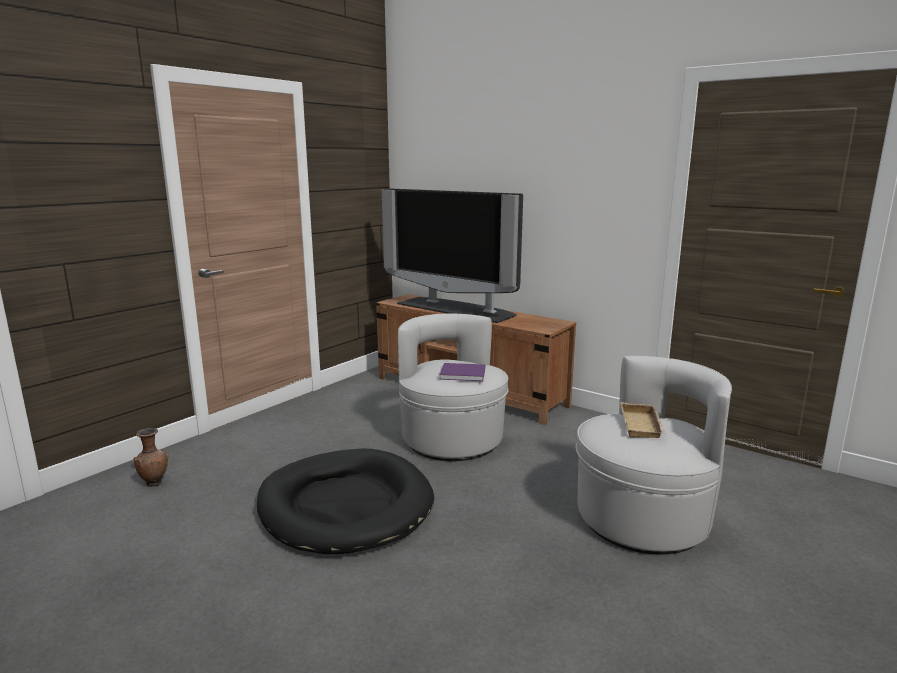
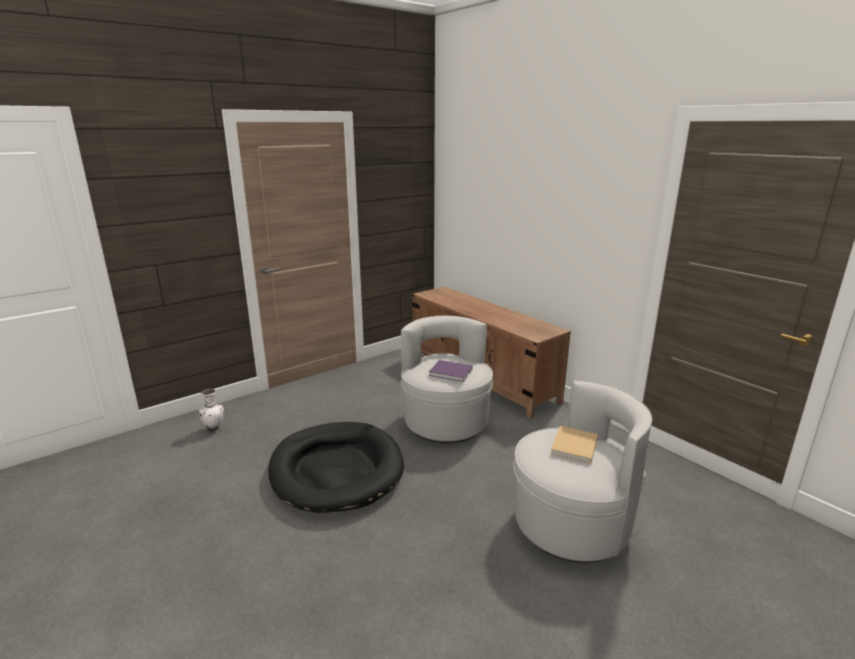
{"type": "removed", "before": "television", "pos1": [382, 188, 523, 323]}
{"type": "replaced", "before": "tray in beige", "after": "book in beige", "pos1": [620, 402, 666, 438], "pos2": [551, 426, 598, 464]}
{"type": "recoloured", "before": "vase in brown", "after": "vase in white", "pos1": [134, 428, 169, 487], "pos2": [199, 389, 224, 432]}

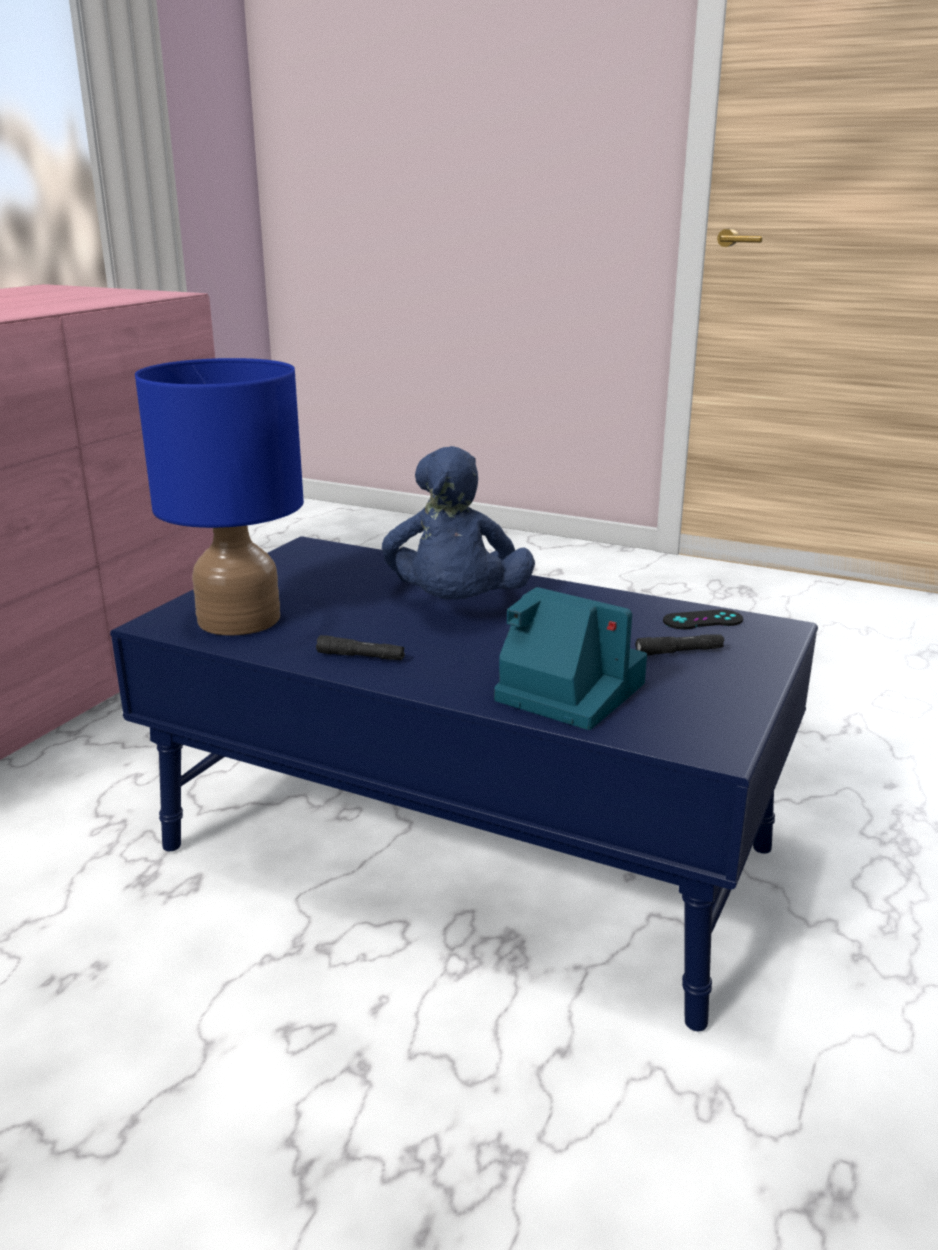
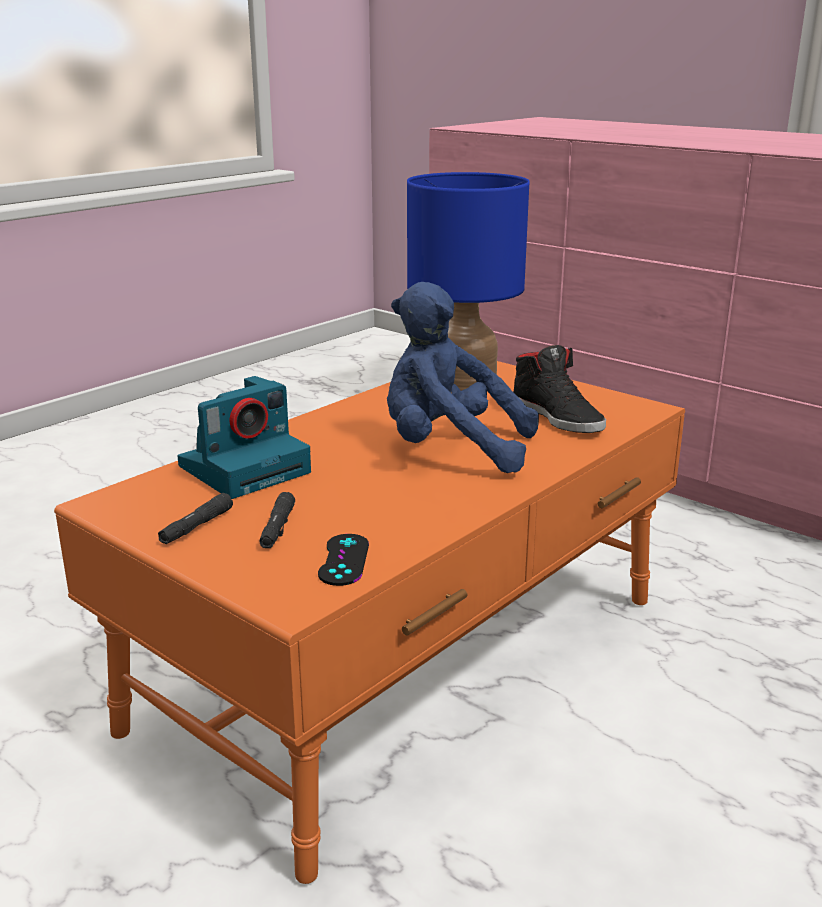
{"type": "recoloured", "before": "coffee table in blue", "after": "coffee table in orange", "pos1": [110, 536, 818, 1031], "pos2": [54, 361, 685, 884]}
{"type": "moved", "before": "flashlight in black", "pos1": [316, 635, 405, 660], "pos2": [158, 493, 233, 544]}
{"type": "added", "after": "shoe in black", "pos2": [513, 345, 606, 433]}

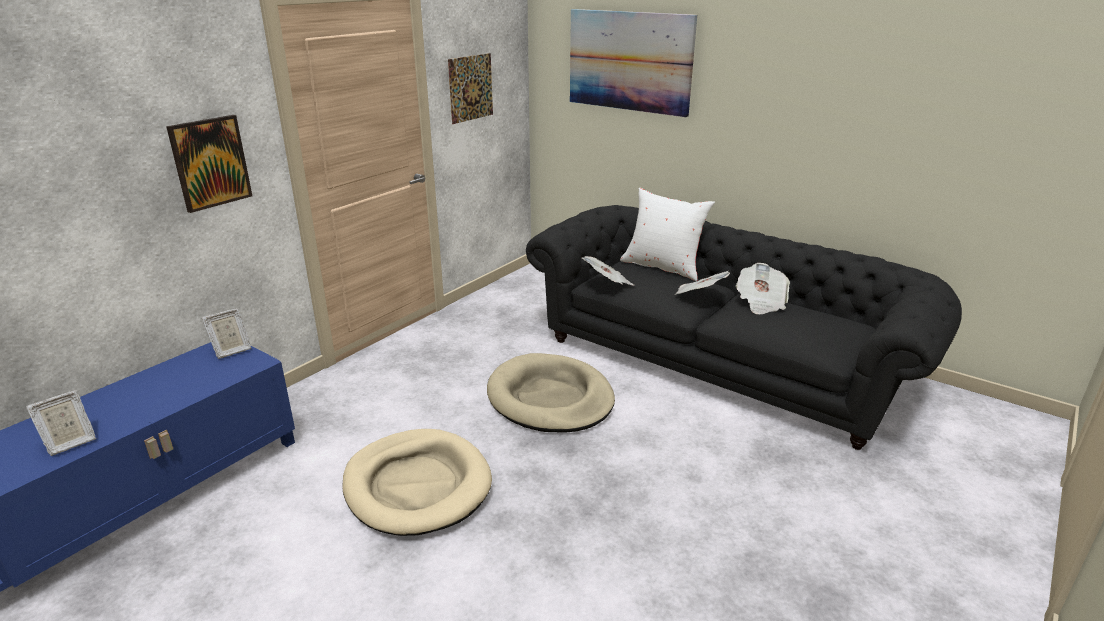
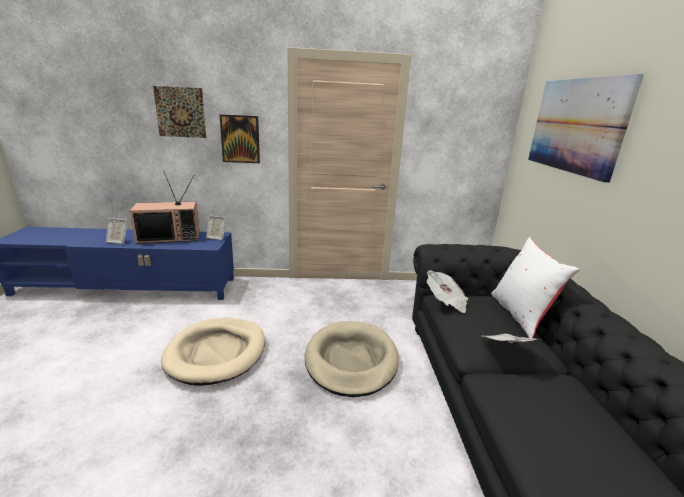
{"type": "moved", "before": "picture", "pos1": [448, 53, 493, 124], "pos2": [153, 86, 206, 138]}
{"type": "removed", "before": "newspaper", "pos1": [736, 263, 790, 314]}
{"type": "added", "after": "television", "pos2": [130, 171, 199, 244]}

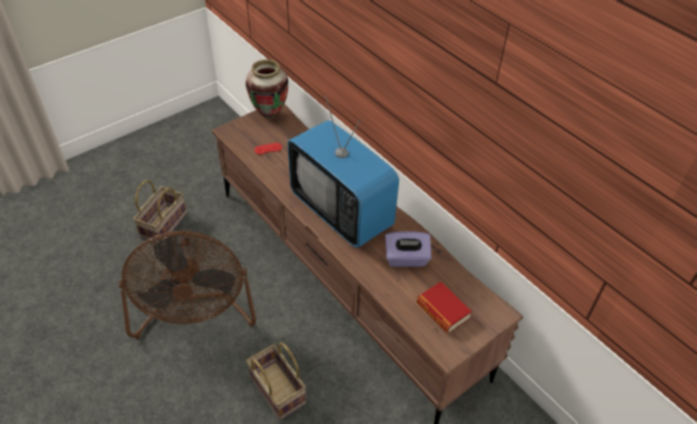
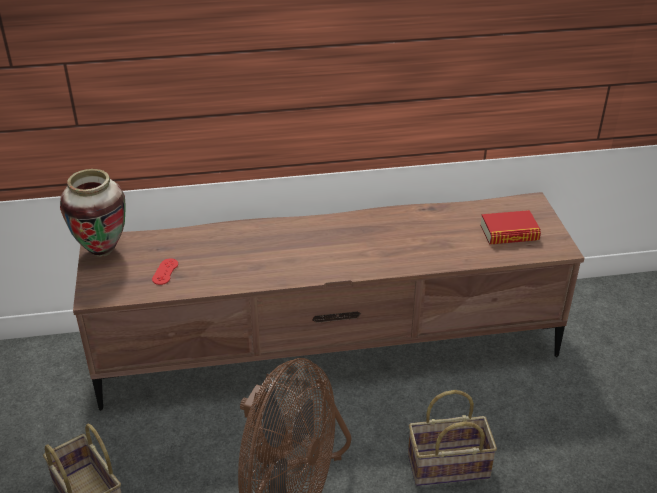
{"type": "removed", "before": "television", "pos1": [288, 96, 399, 248]}
{"type": "removed", "before": "tissue box in purple", "pos1": [385, 231, 432, 267]}

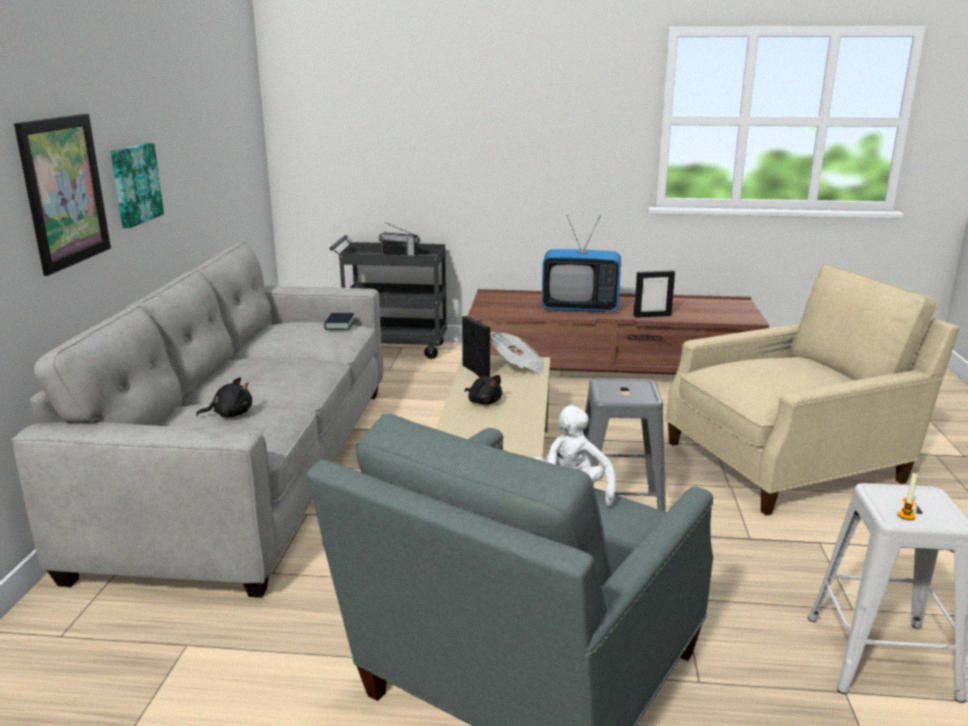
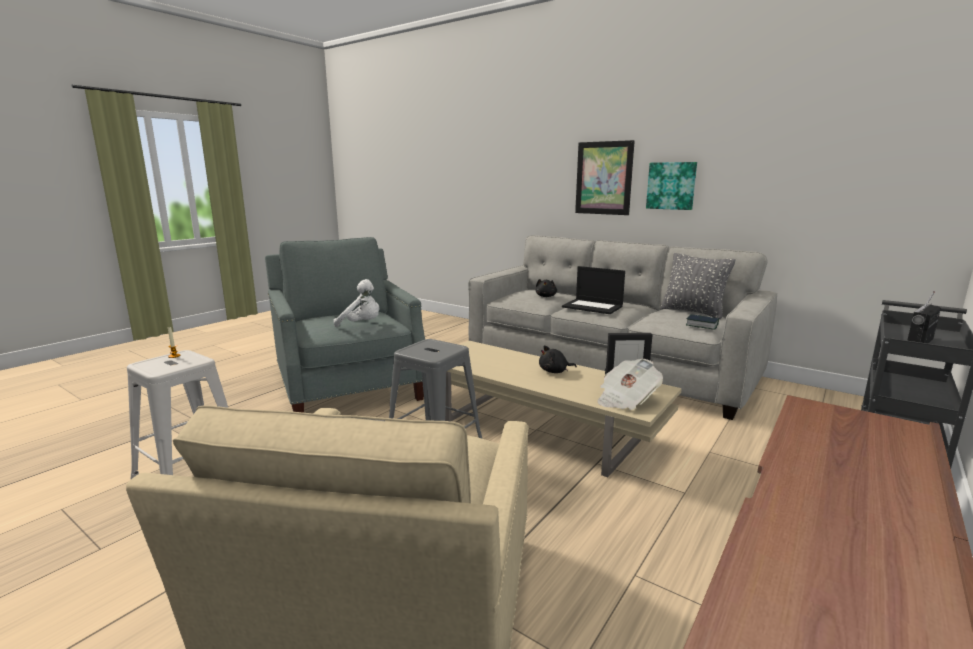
{"type": "removed", "before": "television", "pos1": [542, 215, 621, 313]}
{"type": "removed", "before": "picture frame", "pos1": [633, 270, 675, 318]}
{"type": "added", "after": "pillow in grey", "pos2": [661, 253, 736, 319]}
{"type": "added", "after": "laptop", "pos2": [562, 266, 625, 314]}

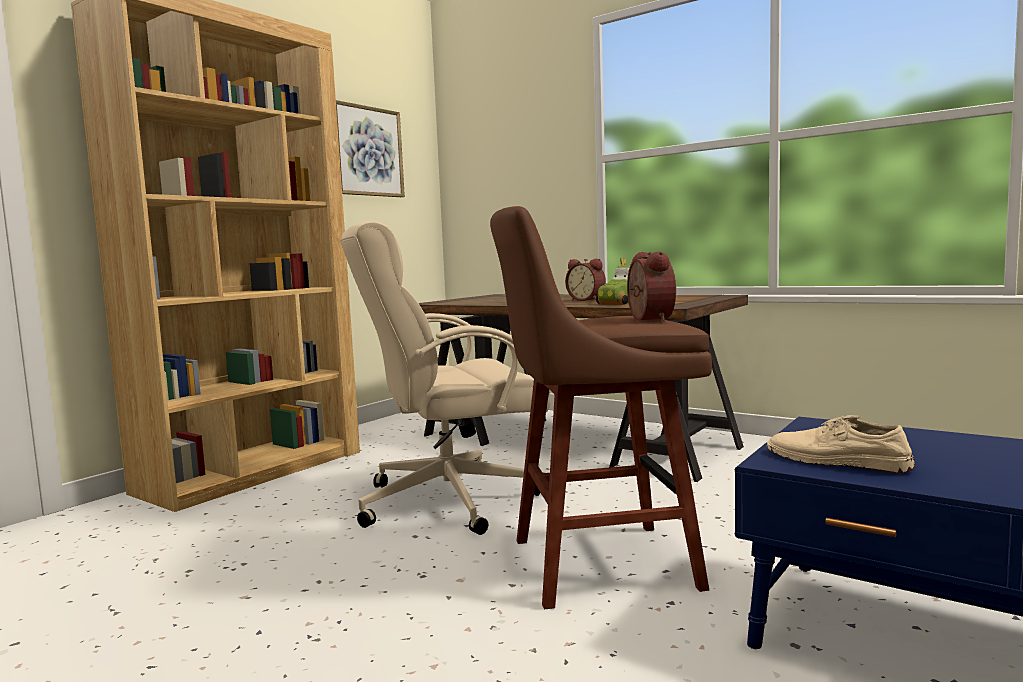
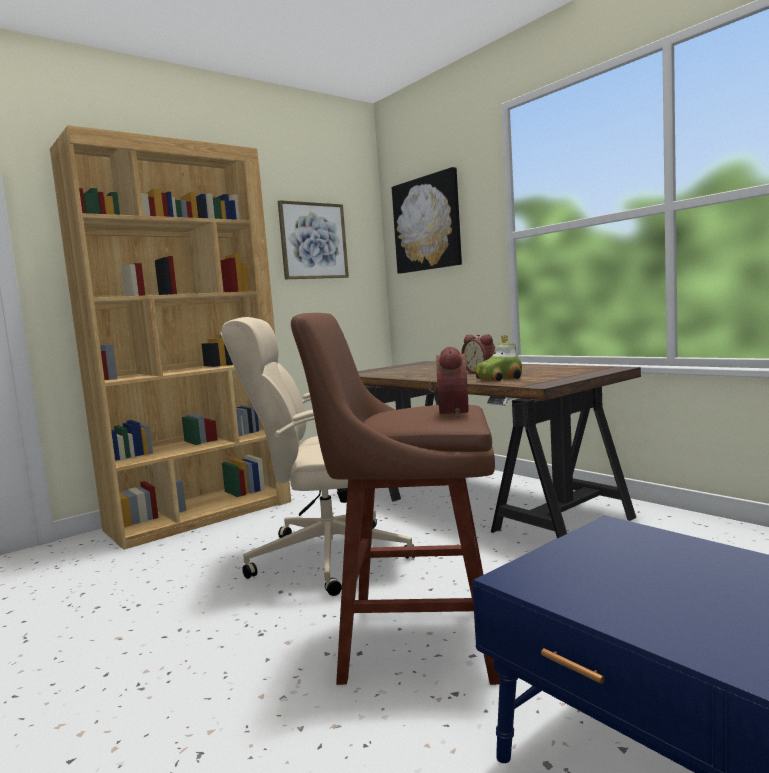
{"type": "removed", "before": "shoe in beige", "pos1": [767, 415, 915, 473]}
{"type": "added", "after": "picture", "pos2": [392, 167, 462, 274]}

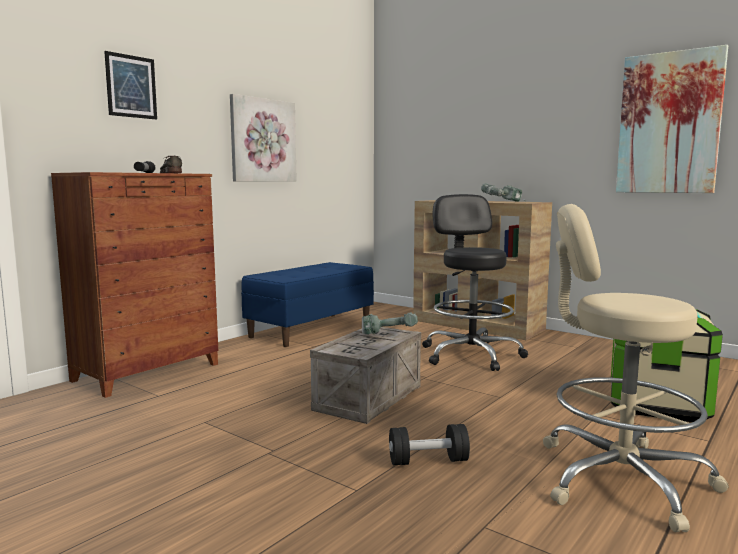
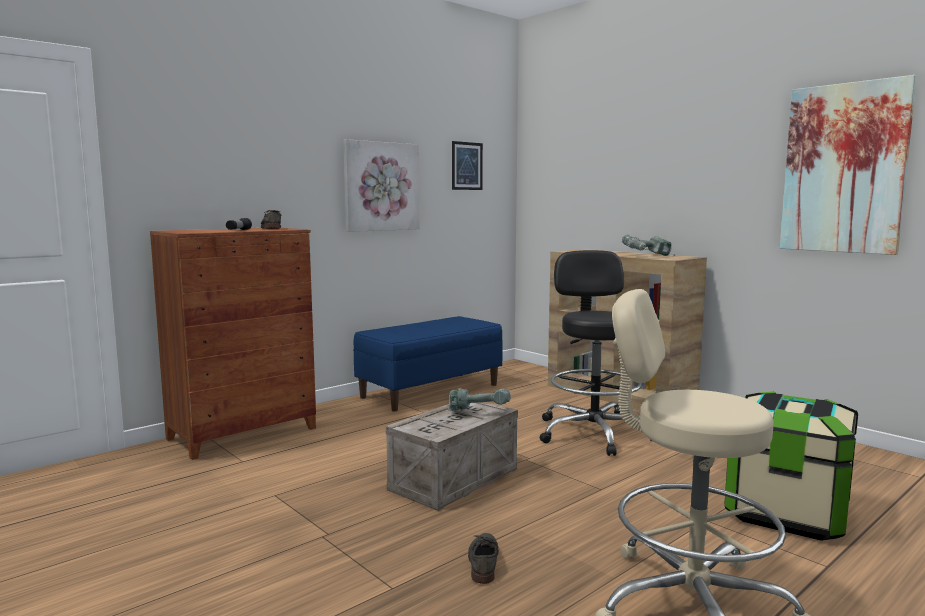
{"type": "moved", "before": "picture", "pos1": [104, 51, 157, 120], "pos2": [452, 141, 483, 190]}
{"type": "replaced", "before": "dumbbell in black", "after": "shoe in grey", "pos1": [389, 424, 470, 465], "pos2": [468, 533, 499, 584]}

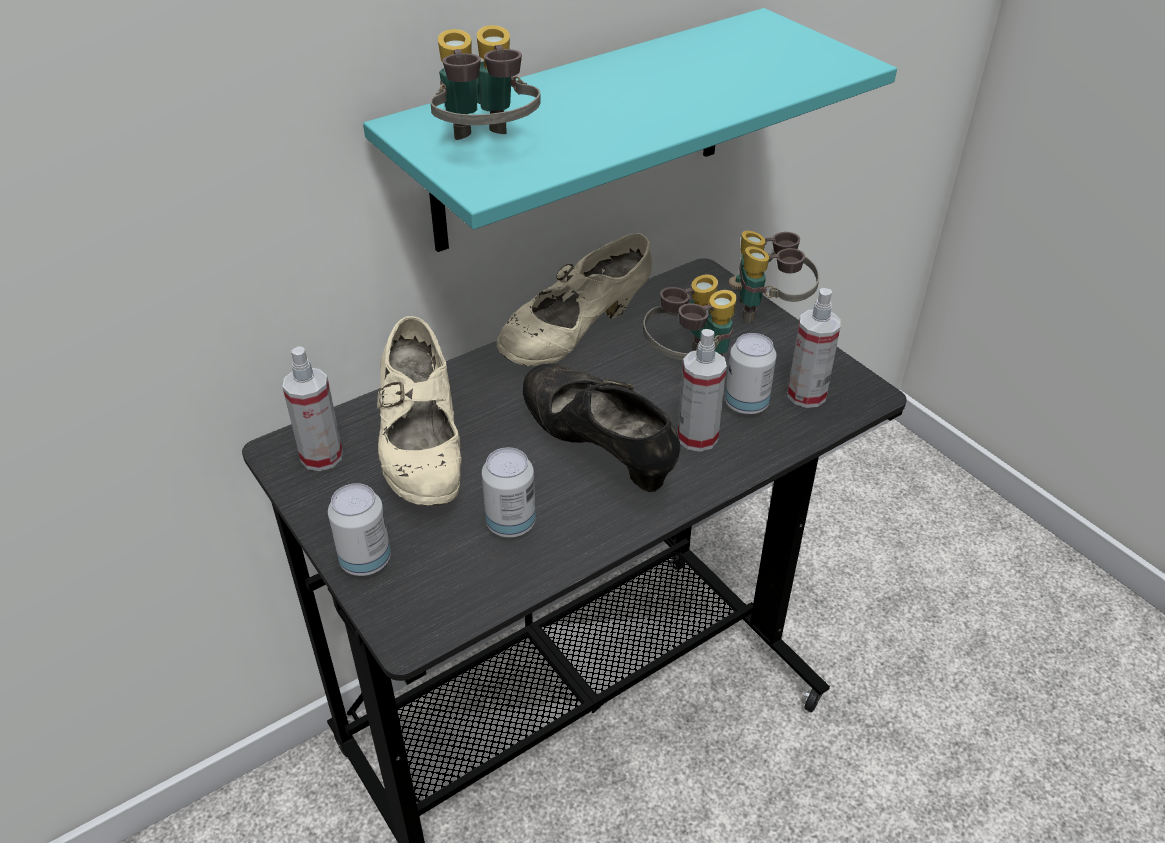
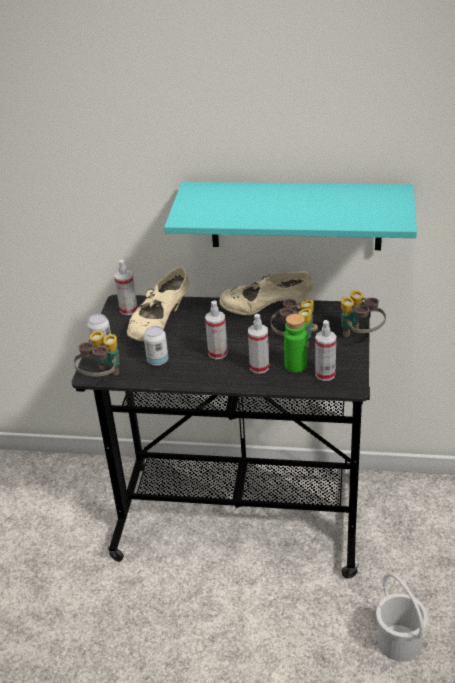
{"type": "moved", "before": "binoculars", "pos1": [430, 25, 541, 140], "pos2": [74, 330, 120, 377]}
{"type": "replaced", "before": "can", "after": "bottle in green", "pos1": [725, 333, 777, 415], "pos2": [284, 314, 307, 373]}
{"type": "replaced", "before": "shoe in black", "after": "spray bottle", "pos1": [523, 363, 680, 492], "pos2": [205, 300, 228, 359]}
{"type": "added", "after": "bucket in white", "pos2": [376, 573, 428, 662]}

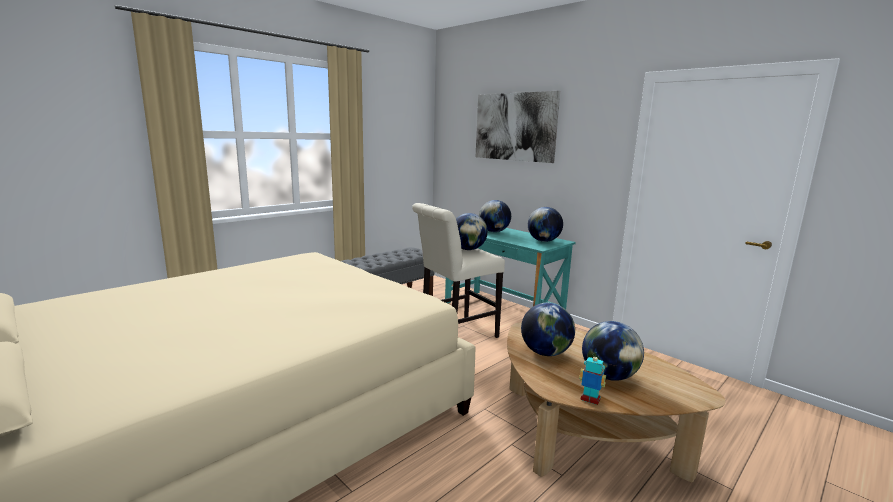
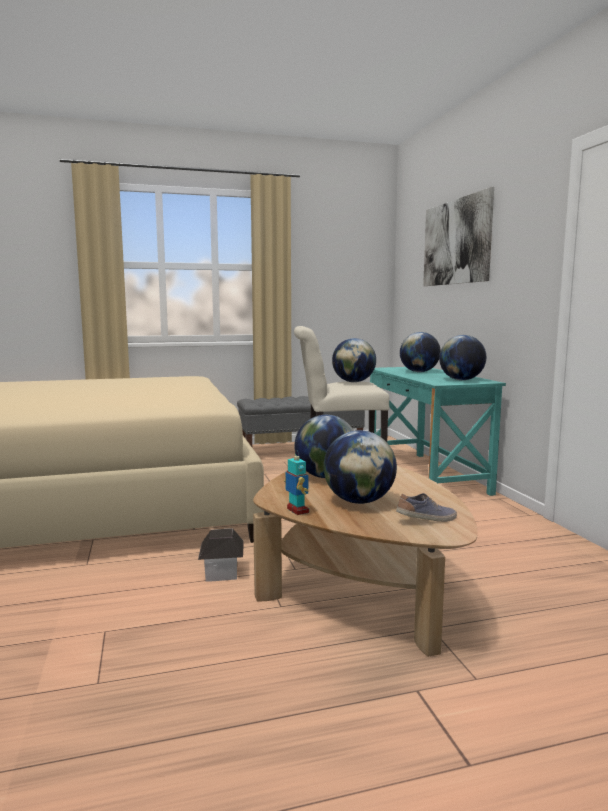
{"type": "added", "after": "shoe", "pos2": [396, 493, 457, 522]}
{"type": "added", "after": "toy house", "pos2": [198, 528, 244, 581]}

